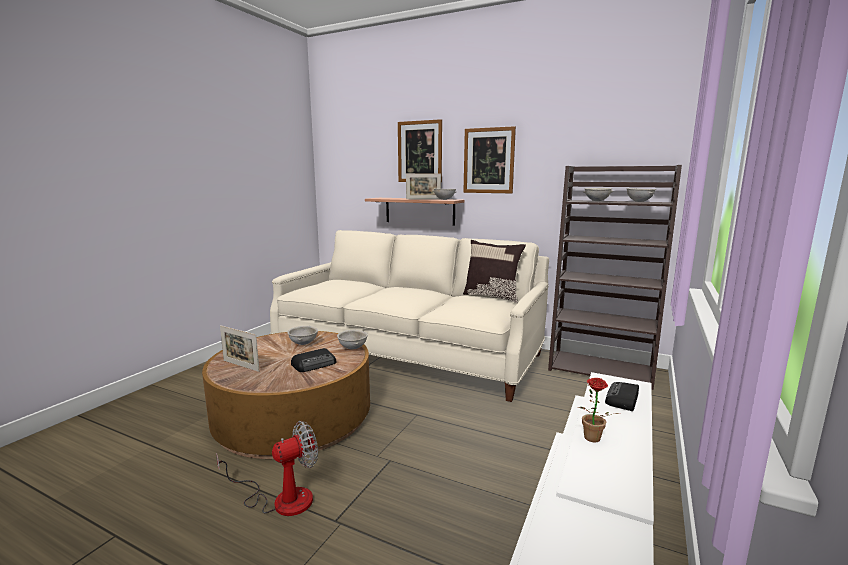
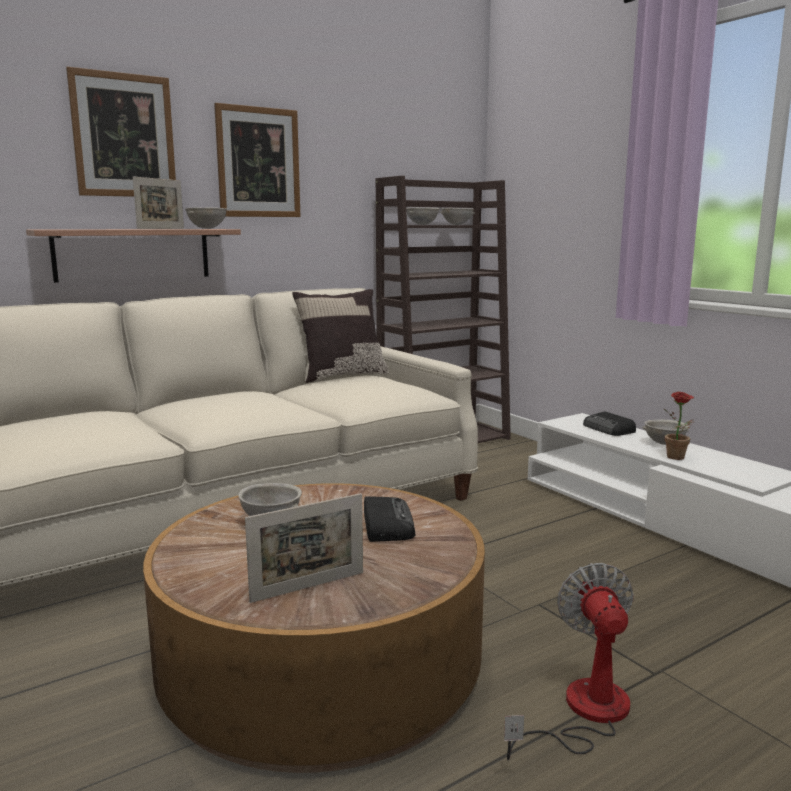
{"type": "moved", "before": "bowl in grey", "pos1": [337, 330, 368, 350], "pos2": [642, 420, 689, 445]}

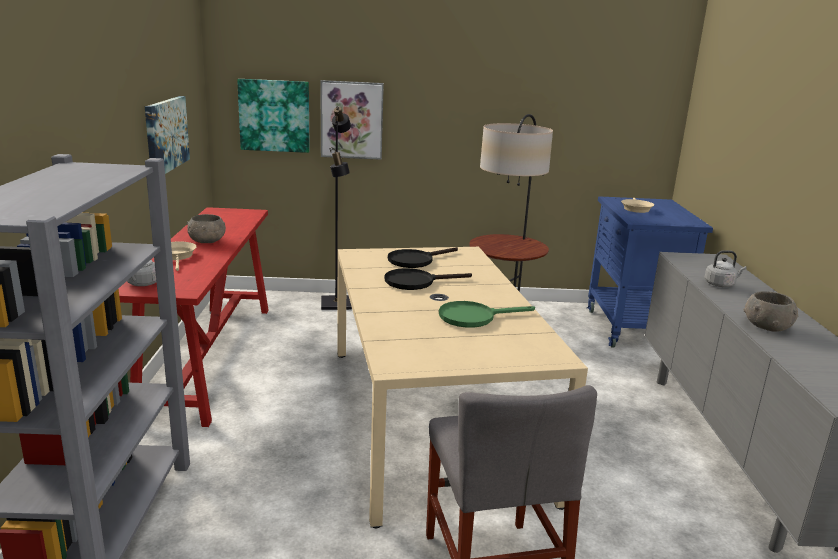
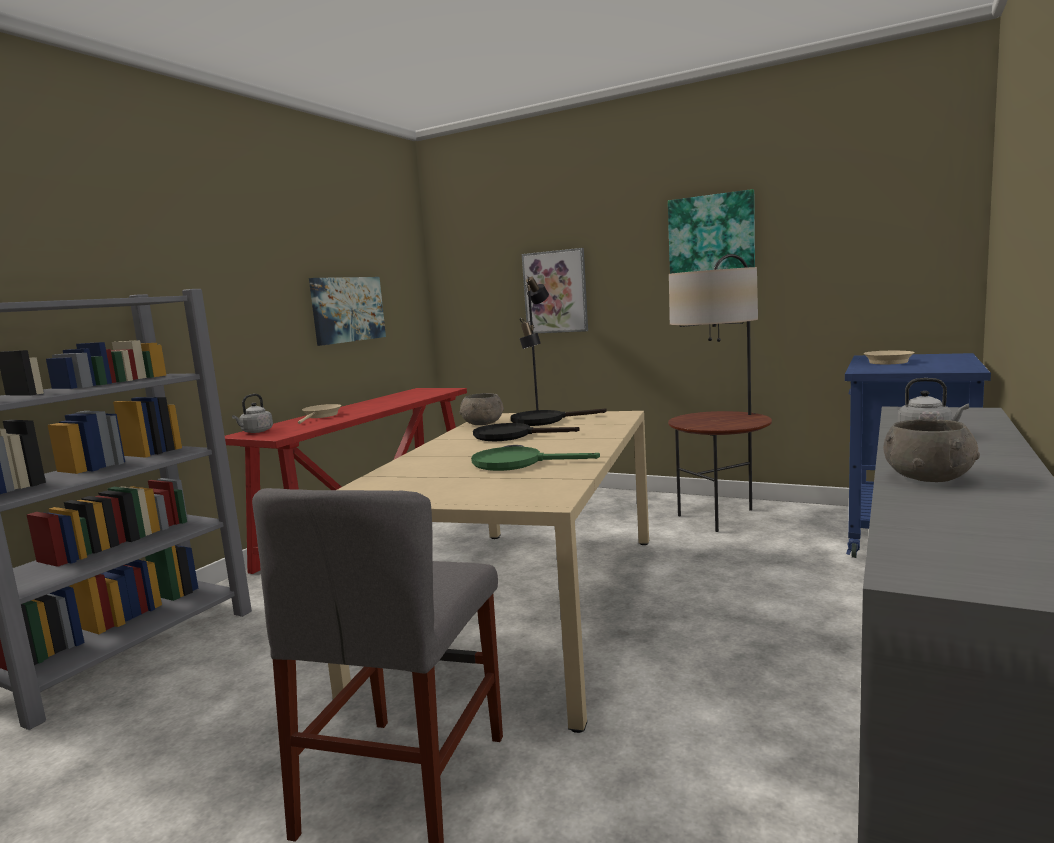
{"type": "moved", "before": "picture", "pos1": [237, 79, 310, 153], "pos2": [668, 189, 755, 274]}
{"type": "moved", "before": "bowl in grey", "pos1": [187, 214, 226, 243], "pos2": [460, 393, 504, 425]}

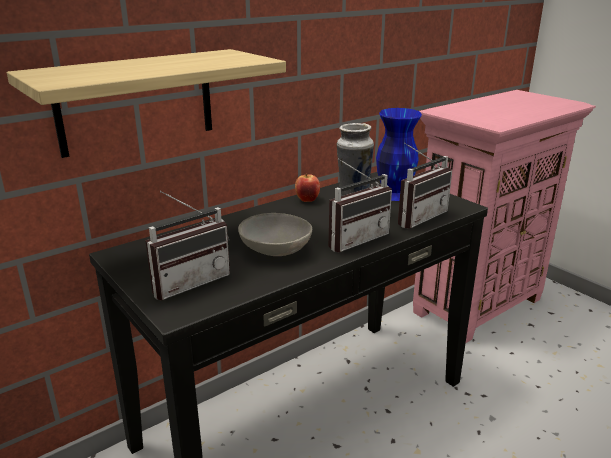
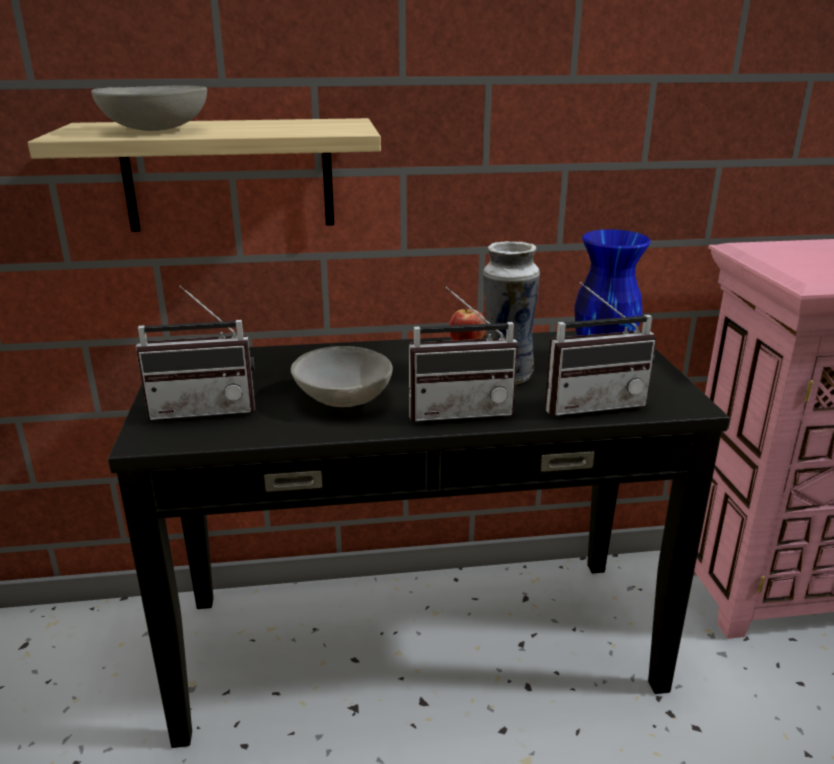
{"type": "added", "after": "bowl in grey", "pos2": [91, 85, 207, 131]}

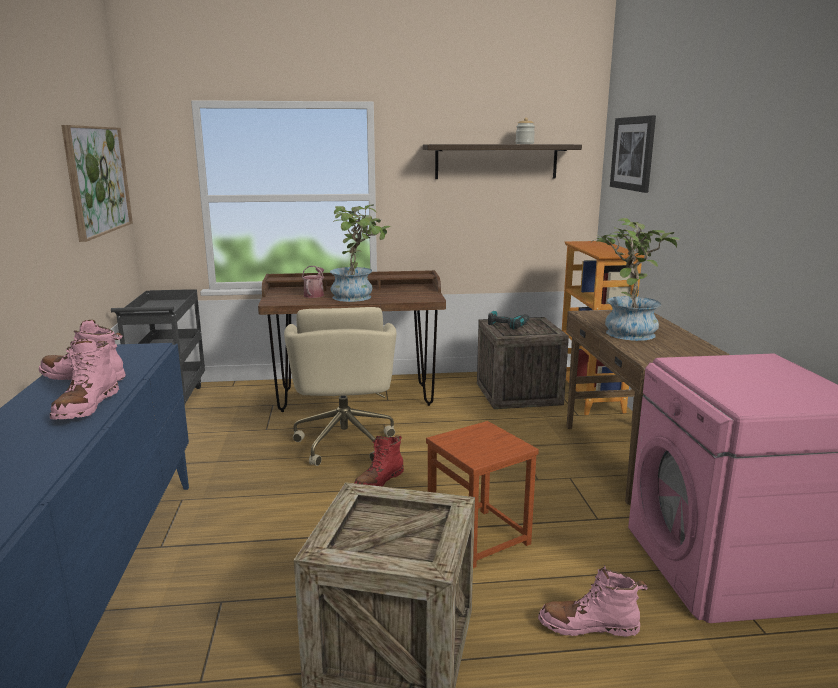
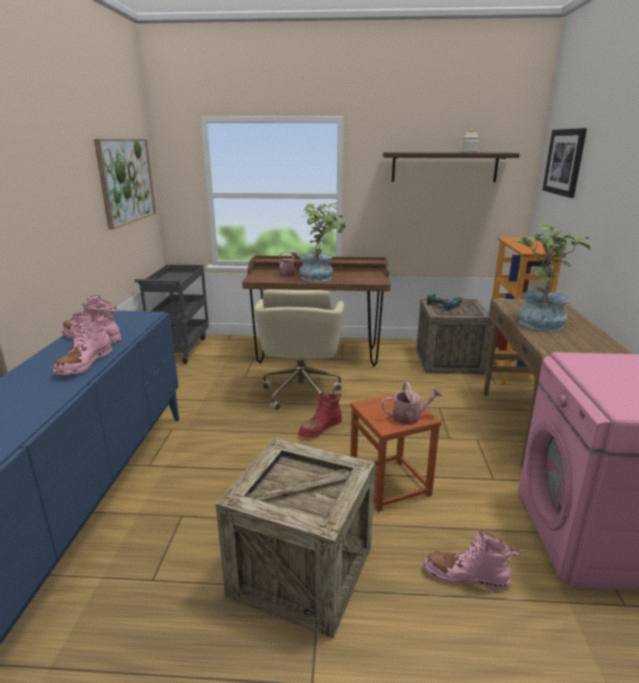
{"type": "added", "after": "watering can", "pos2": [381, 382, 443, 425]}

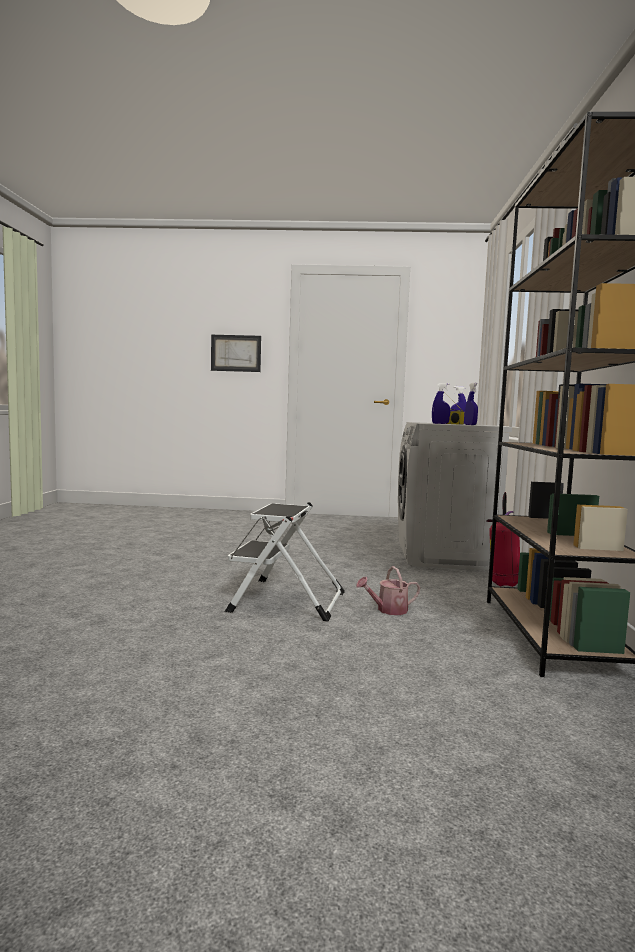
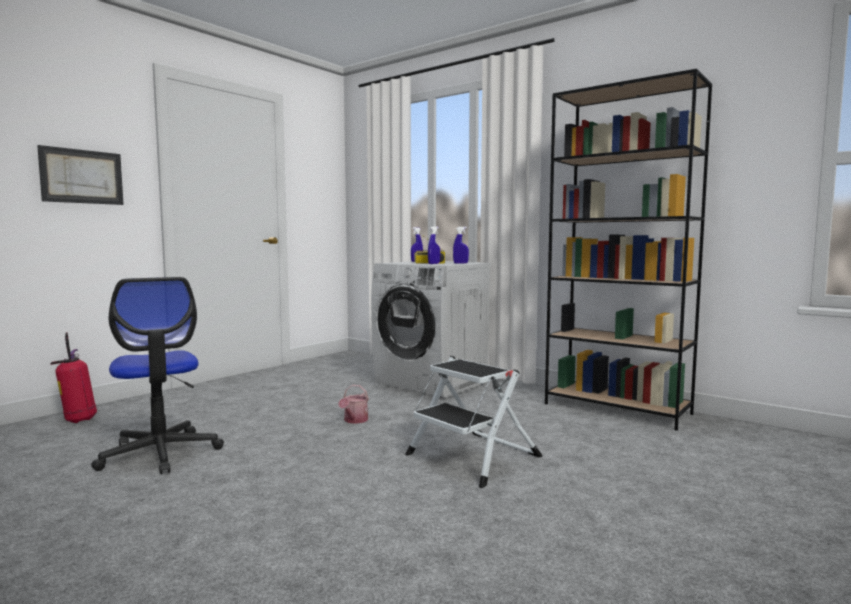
{"type": "moved", "before": "fire extinguisher", "pos1": [486, 492, 520, 587], "pos2": [50, 332, 97, 423]}
{"type": "moved", "before": "watering can", "pos1": [356, 566, 420, 615], "pos2": [338, 385, 369, 424]}
{"type": "added", "after": "office chair", "pos2": [91, 277, 224, 474]}

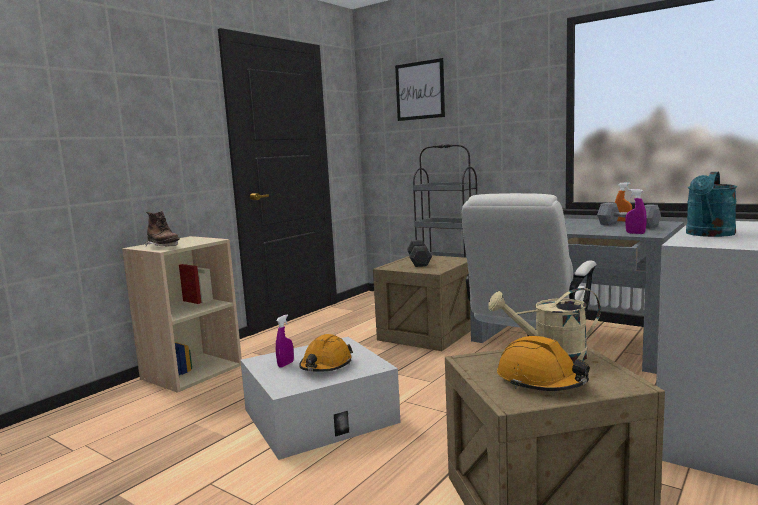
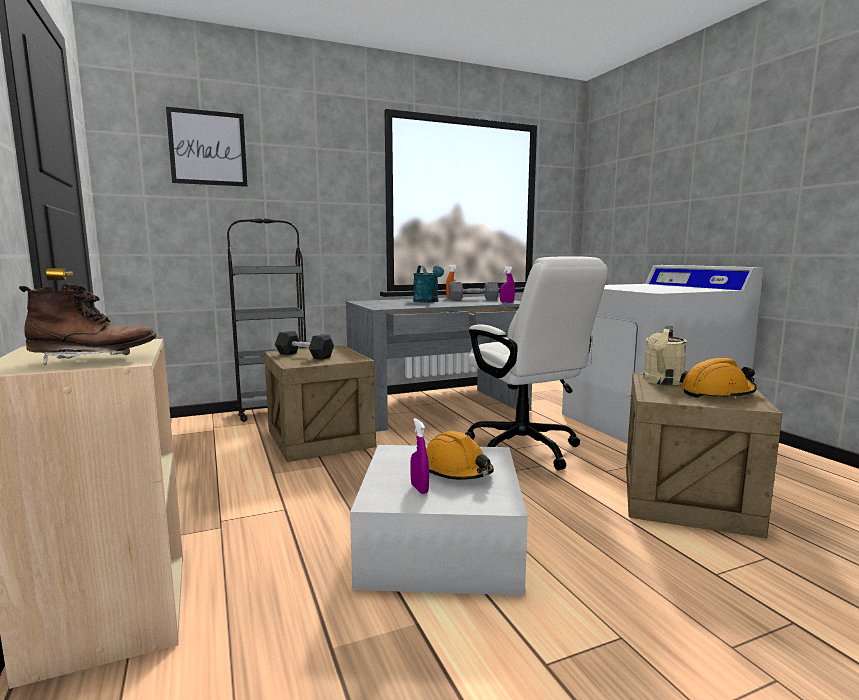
{"type": "moved", "before": "watering can in turquoise", "pos1": [686, 172, 737, 237], "pos2": [413, 265, 444, 302]}

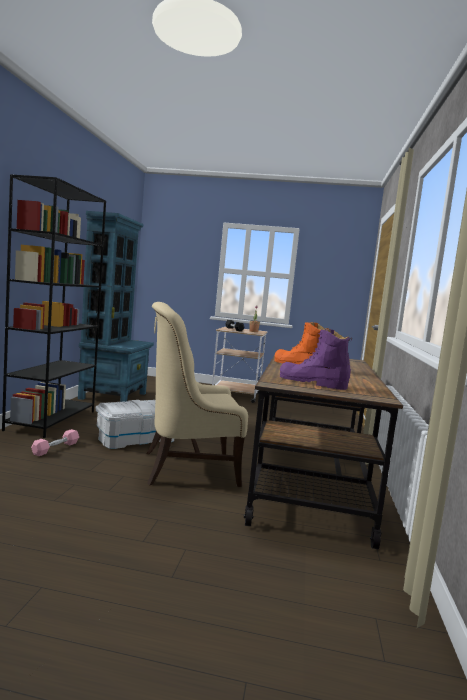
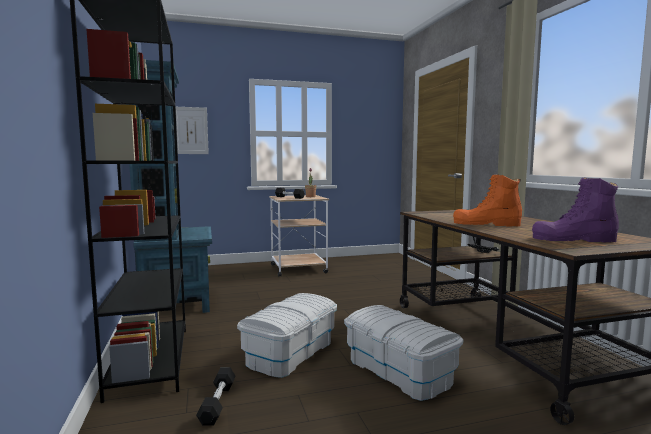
{"type": "replaced", "before": "chair in beige", "after": "storage box in white", "pos1": [146, 302, 248, 487], "pos2": [344, 305, 464, 401]}
{"type": "recoloured", "before": "dumbbell in pink", "after": "dumbbell in black", "pos1": [31, 429, 79, 456], "pos2": [196, 367, 236, 426]}
{"type": "added", "after": "picture", "pos2": [176, 107, 209, 154]}

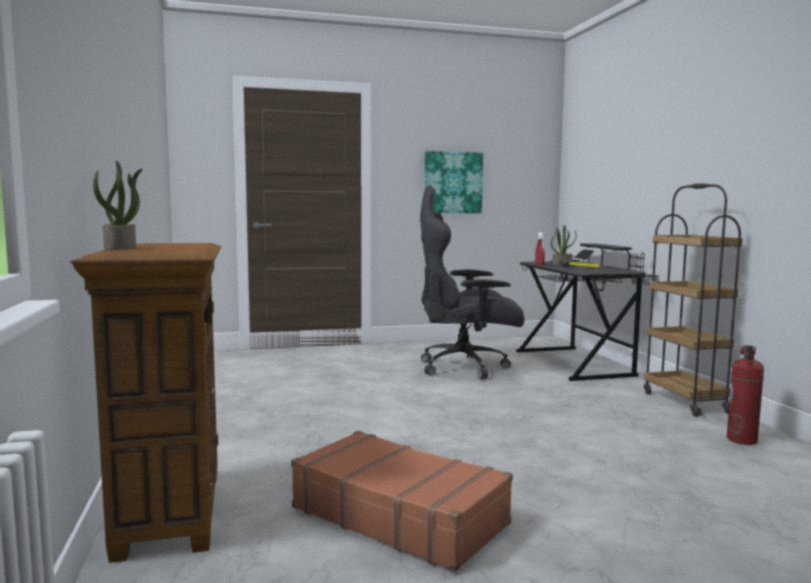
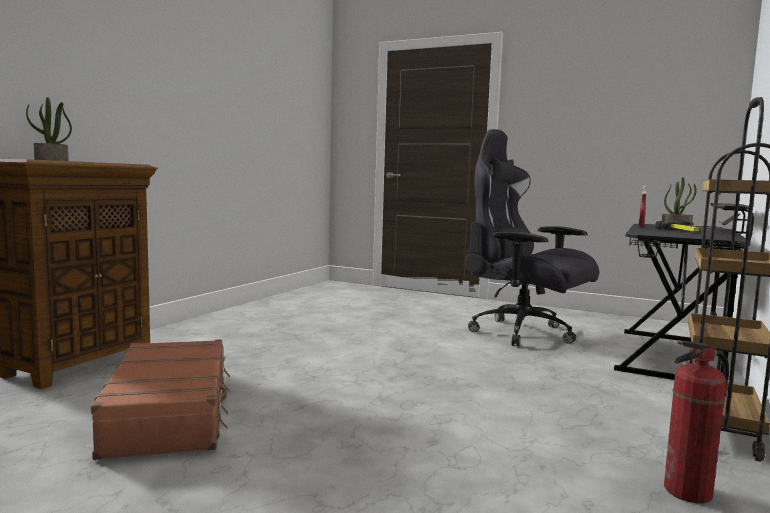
{"type": "removed", "before": "picture", "pos1": [424, 151, 483, 213]}

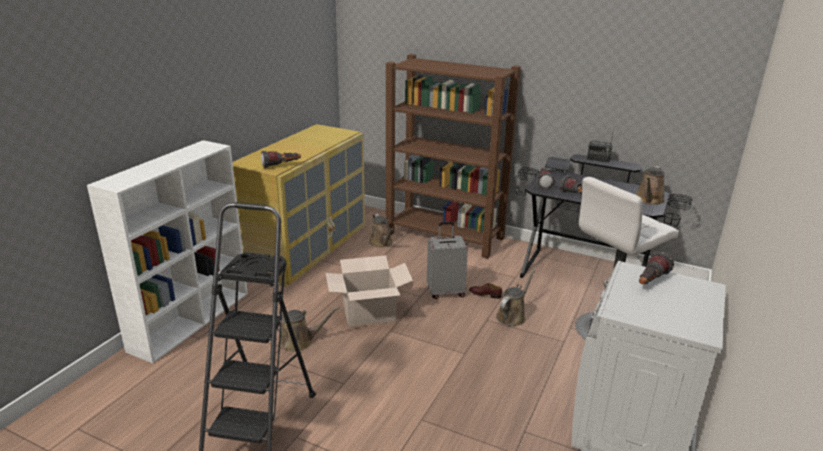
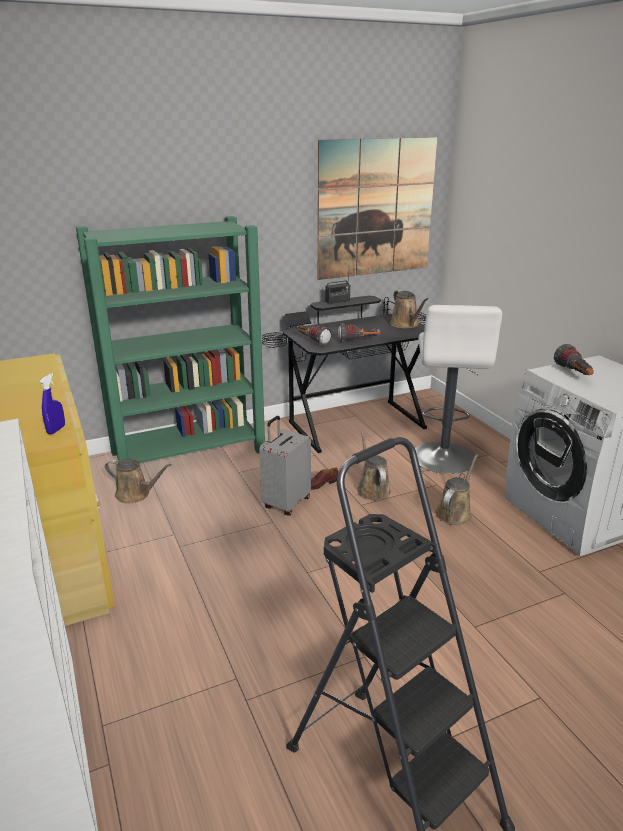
{"type": "recoloured", "before": "bookcase in brown", "after": "bookcase in green", "pos1": [386, 54, 521, 259], "pos2": [76, 216, 265, 463]}
{"type": "replaced", "before": "flashlight", "after": "spray bottle in blue", "pos1": [261, 151, 301, 168], "pos2": [40, 373, 65, 434]}
{"type": "removed", "before": "cardboard box", "pos1": [325, 255, 413, 327]}
{"type": "moved", "before": "watering can in brown", "pos1": [277, 307, 340, 352], "pos2": [435, 454, 478, 525]}
{"type": "added", "after": "picture", "pos2": [318, 137, 437, 280]}

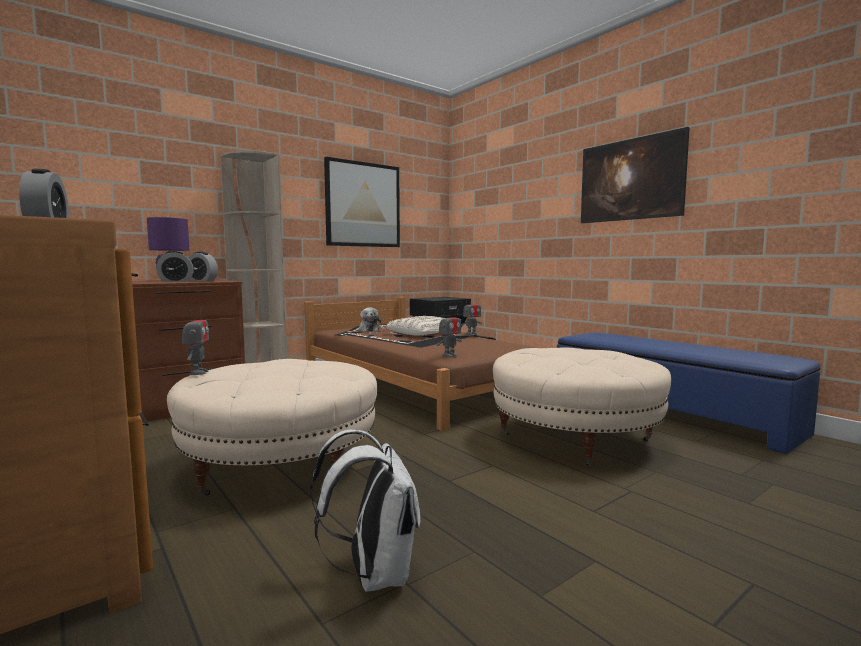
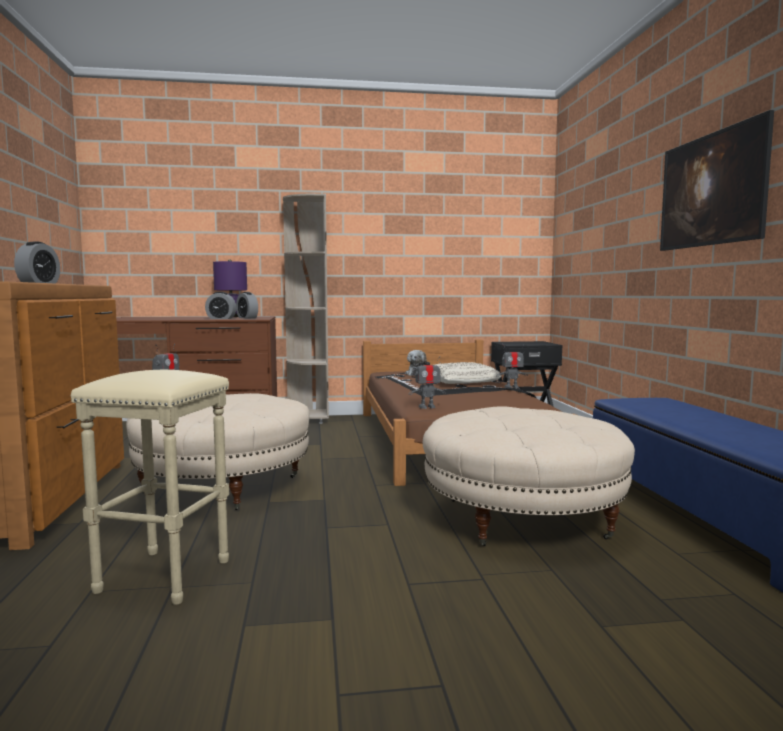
{"type": "removed", "before": "picture", "pos1": [324, 157, 400, 247]}
{"type": "replaced", "before": "backpack in white", "after": "stool in beige", "pos1": [310, 430, 420, 592], "pos2": [71, 370, 229, 605]}

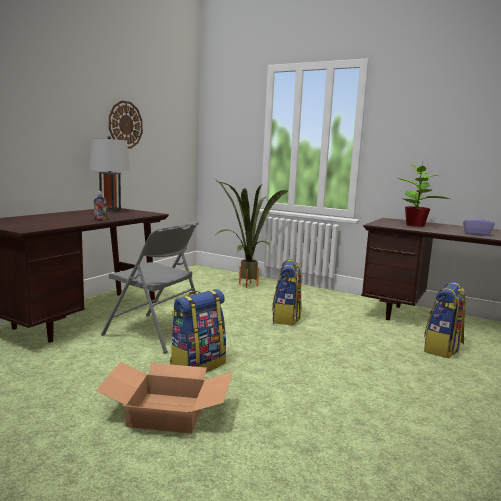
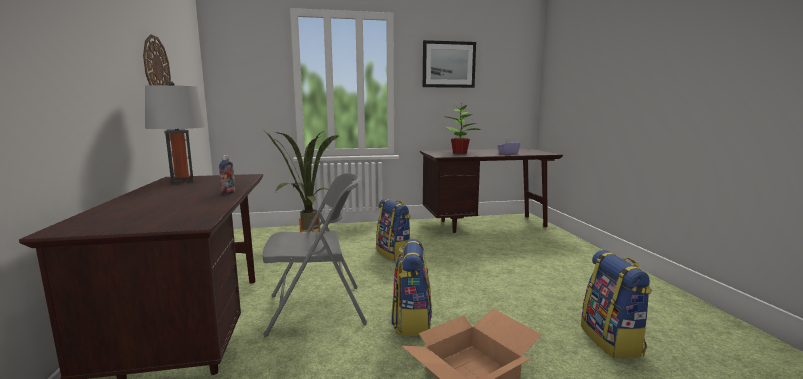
{"type": "moved", "before": "backpack", "pos1": [424, 282, 466, 358], "pos2": [581, 250, 652, 358]}
{"type": "added", "after": "picture", "pos2": [423, 40, 476, 88]}

